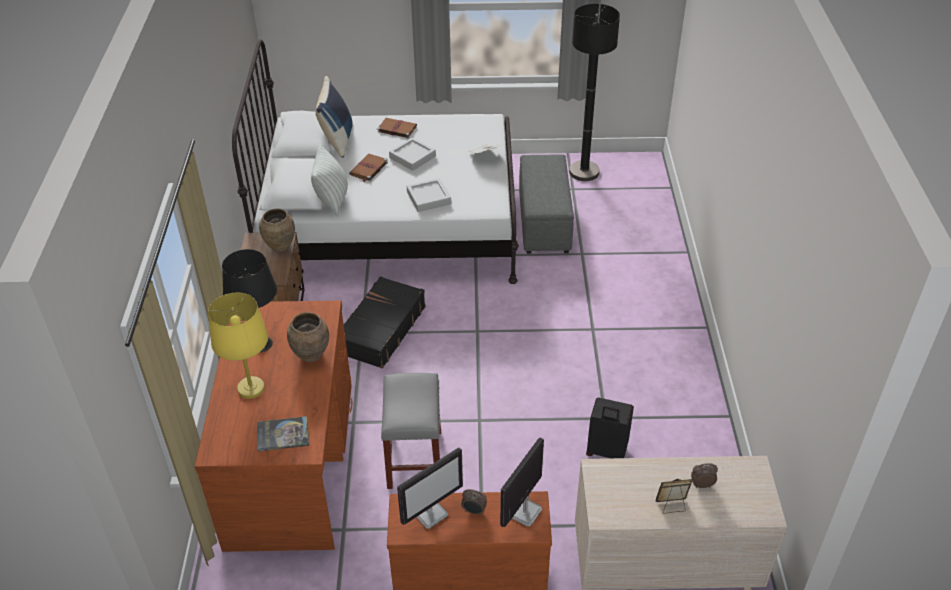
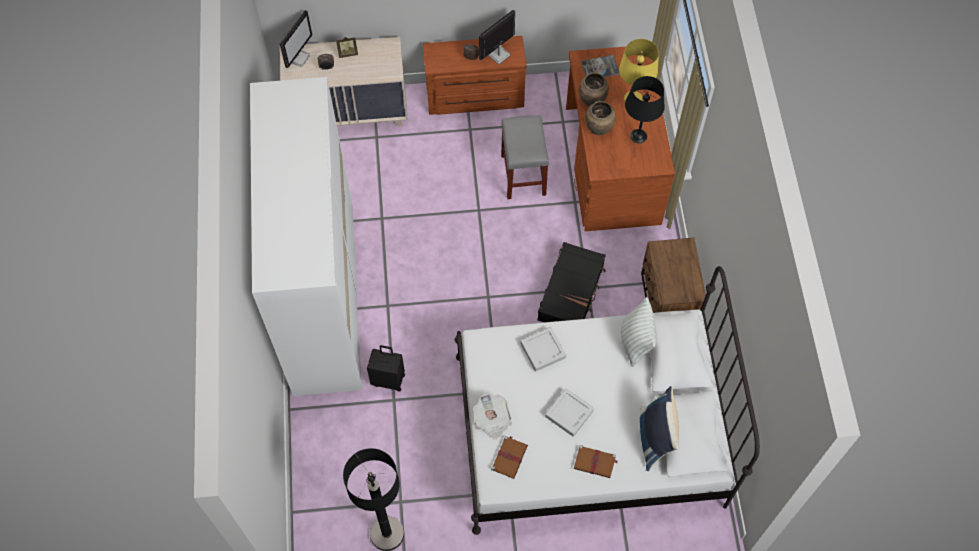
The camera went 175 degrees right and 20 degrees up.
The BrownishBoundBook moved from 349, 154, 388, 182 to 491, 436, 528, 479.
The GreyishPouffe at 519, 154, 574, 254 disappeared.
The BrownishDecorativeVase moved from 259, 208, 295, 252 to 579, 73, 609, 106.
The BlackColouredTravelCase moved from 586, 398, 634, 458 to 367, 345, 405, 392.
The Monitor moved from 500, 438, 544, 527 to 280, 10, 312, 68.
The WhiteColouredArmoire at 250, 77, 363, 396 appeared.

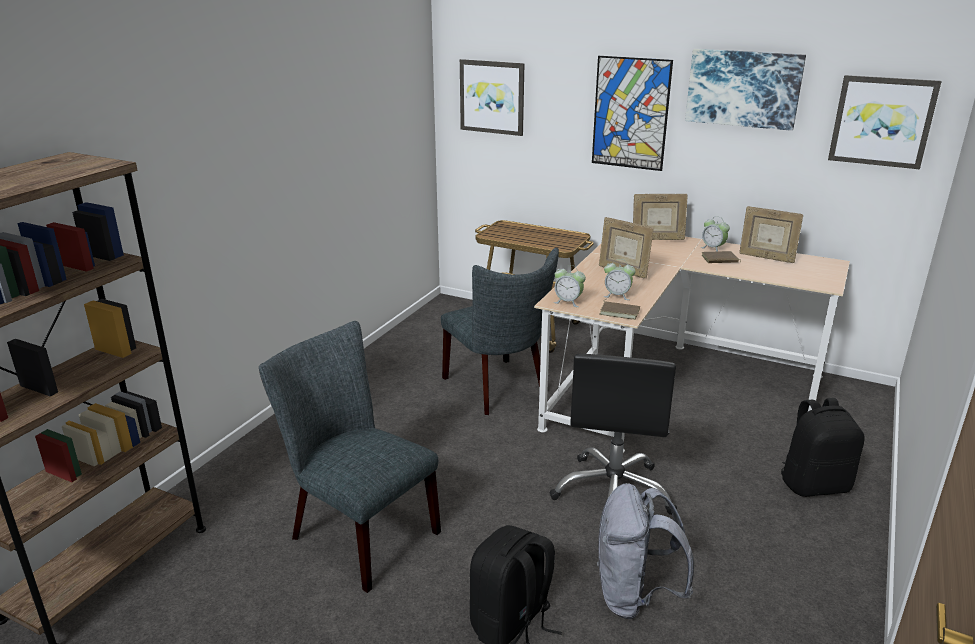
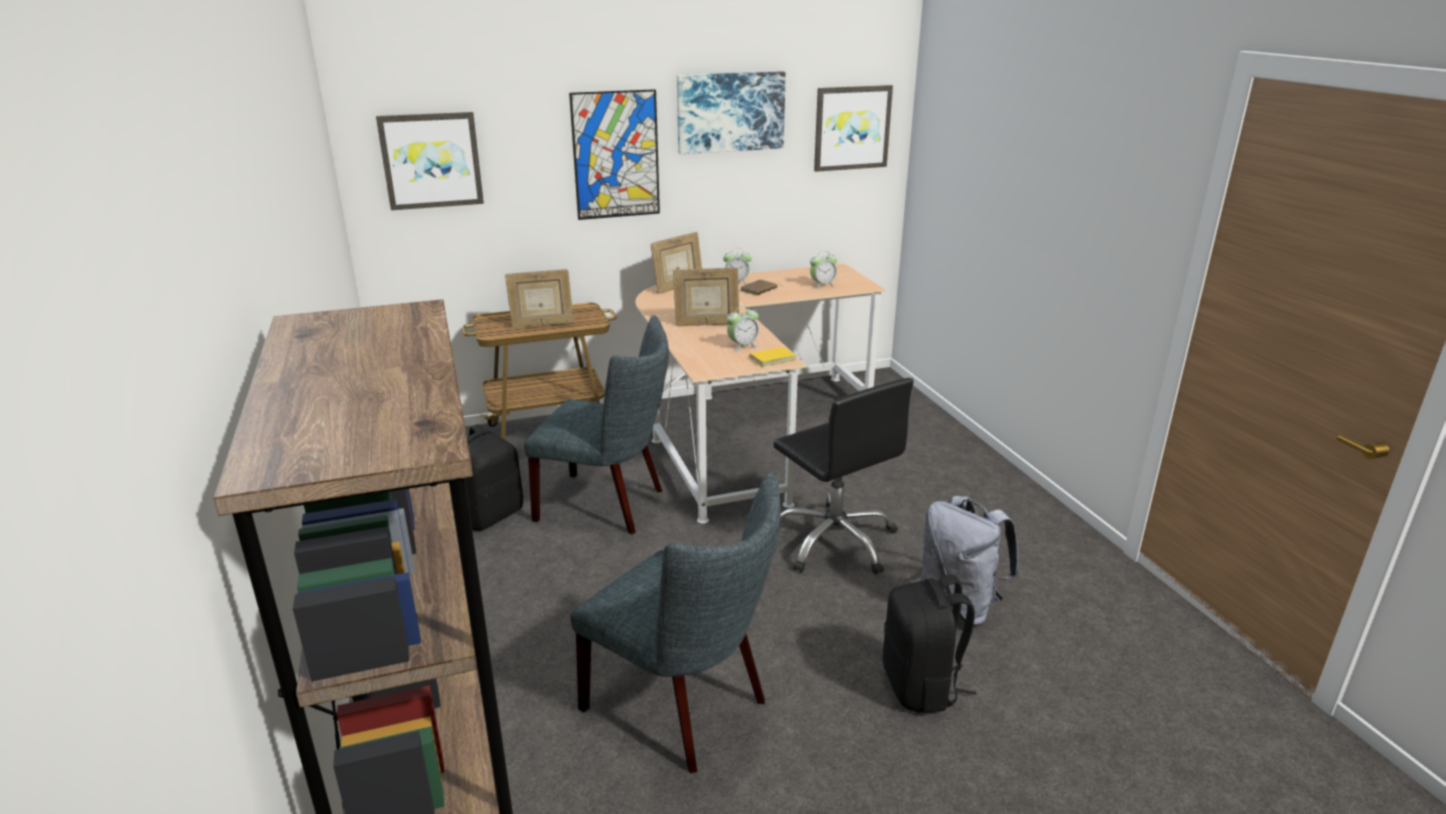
The camera went 45 degrees left and 0 degrees up.
The PhotoFrame moved from 739, 206, 803, 263 to 505, 269, 574, 328.
The BedsideClock moved from 553, 265, 586, 307 to 810, 251, 837, 289.
The BrownishBoundBook at 600, 299, 640, 320 became the YellowColouredBoundBook at 747, 347, 796, 367.
The GreyishChair at 259, 321, 441, 593 turned 135 degrees counterclockwise.
The BlackColouredRucksack moved from 781, 398, 865, 497 to 465, 424, 523, 531.

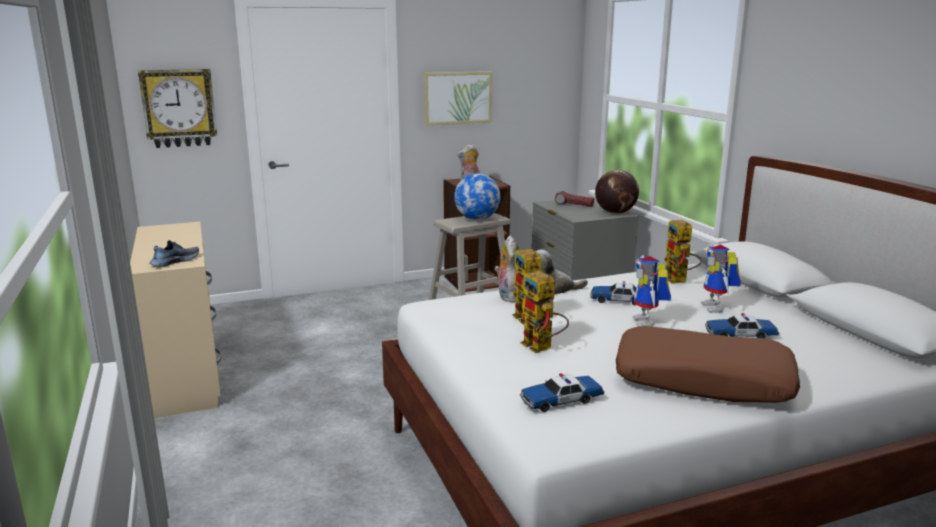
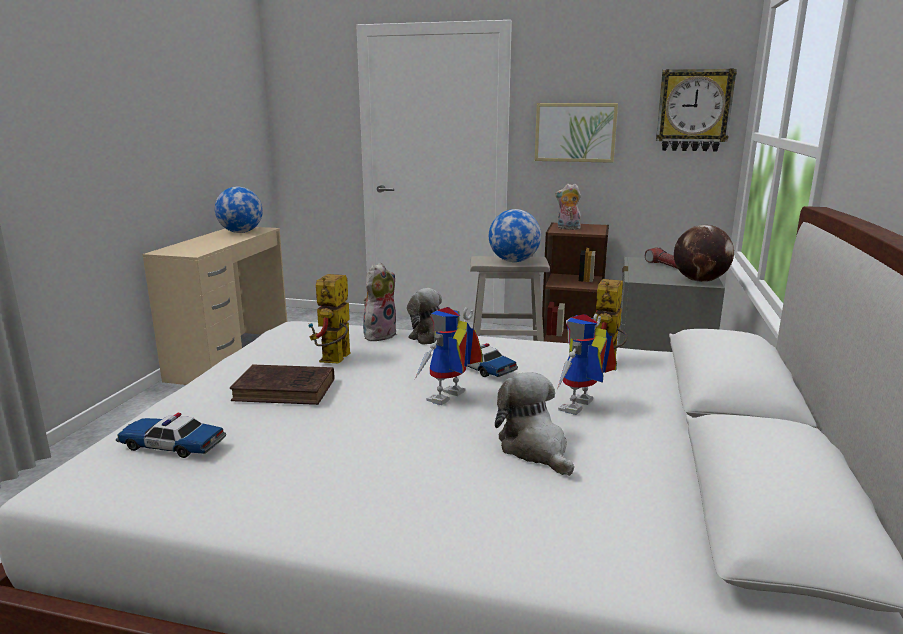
The camera went 35 degrees right and 0 degrees up.
The WallClock moved from 138, 69, 217, 148 to 656, 69, 737, 151.
The ItemOfFootwear at 149, 240, 199, 266 disappeared.
The ToyRobot at 519, 271, 569, 353 was replaced by the BrownishBoundBook at 230, 364, 334, 405.
The MiniatureCar at 705, 313, 779, 338 was replaced by the PlushToy at 495, 372, 574, 476.
The BrownishThrowPillow at 616, 326, 800, 403 disappeared.
The DeskGlobe at 215, 187, 263, 233 appeared.

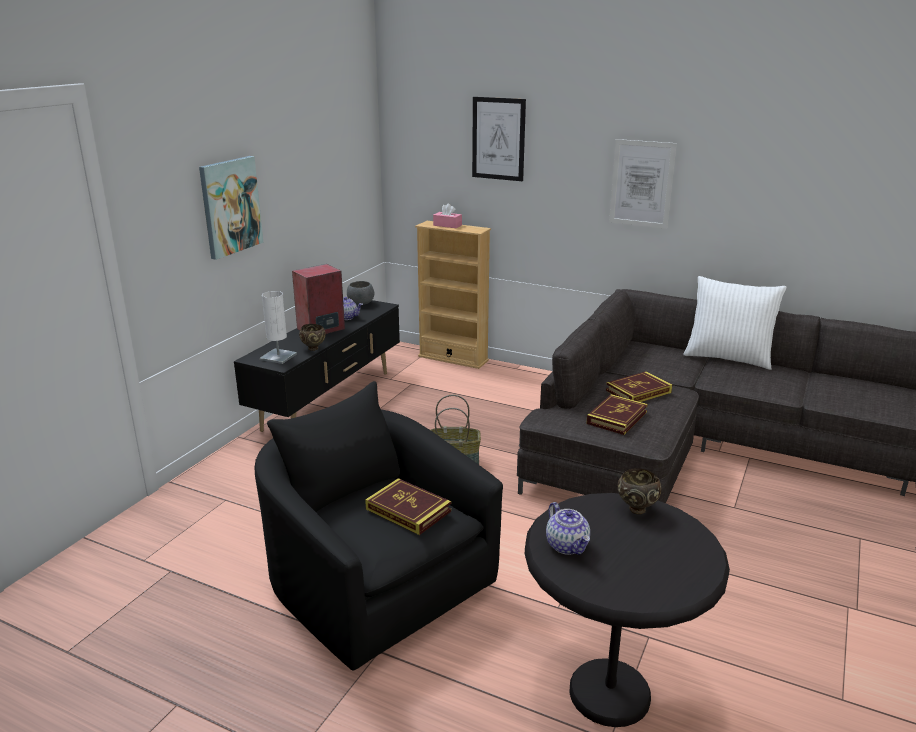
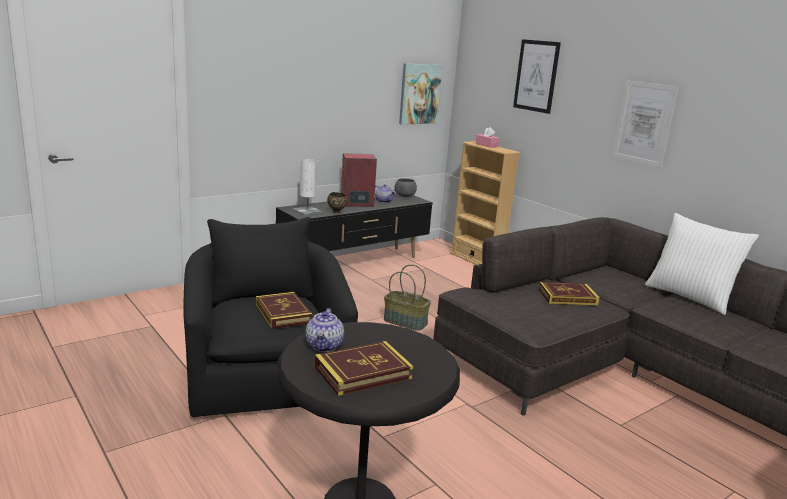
The camera went 25 degrees right and 5 degrees down.
The WallArt moved from 199, 156, 263, 260 to 399, 63, 443, 125.
The BoundBook moved from 586, 394, 648, 435 to 314, 341, 413, 396.
The BrownishDeepDish at 618, 468, 661, 515 disappeared.

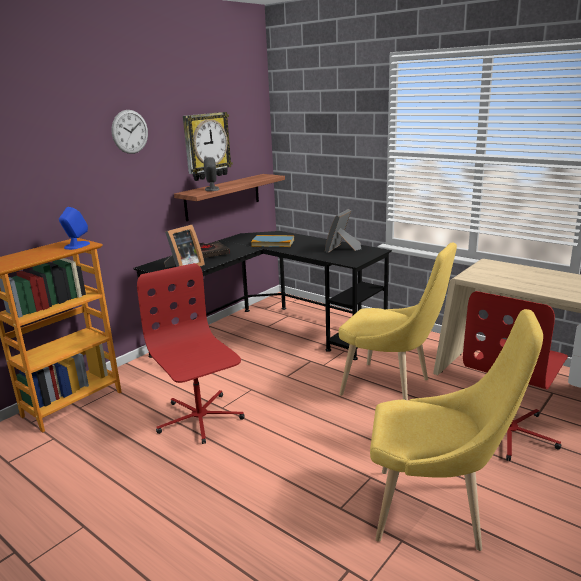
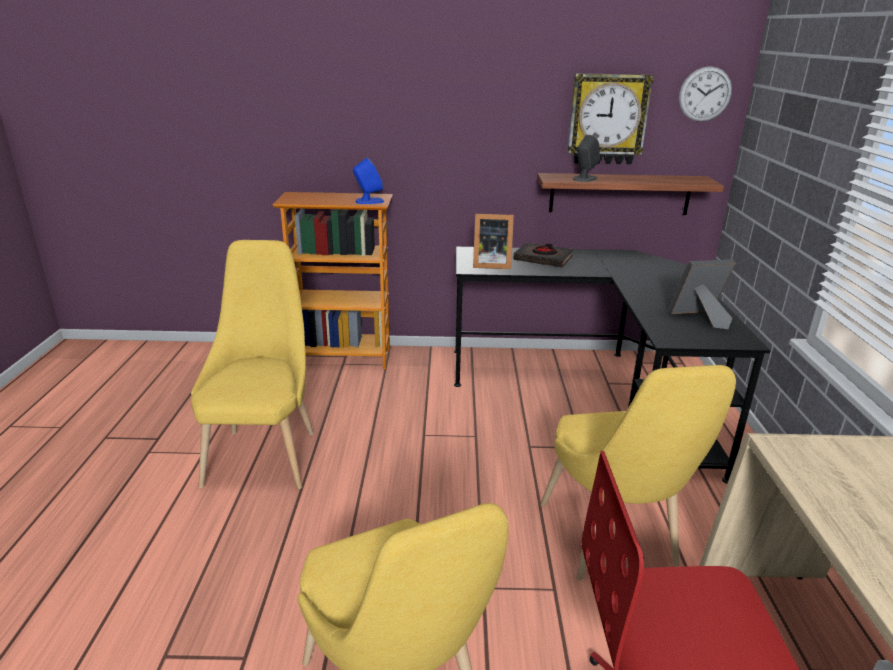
The camera went 50 degrees right and 5 degrees up.
The WallClock moved from 111, 110, 148, 154 to 679, 66, 732, 122.
The BoundBook at 251, 235, 294, 247 disappeared.
The RedComputerChair at 137, 263, 245, 444 disappeared.
The YellowColouredChair at 191, 240, 314, 489 appeared.

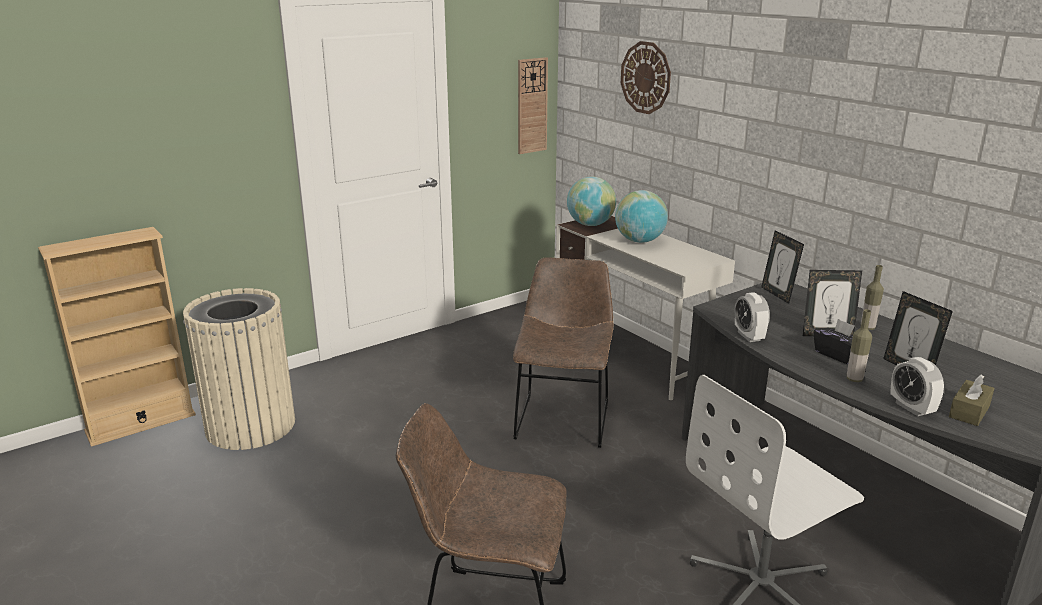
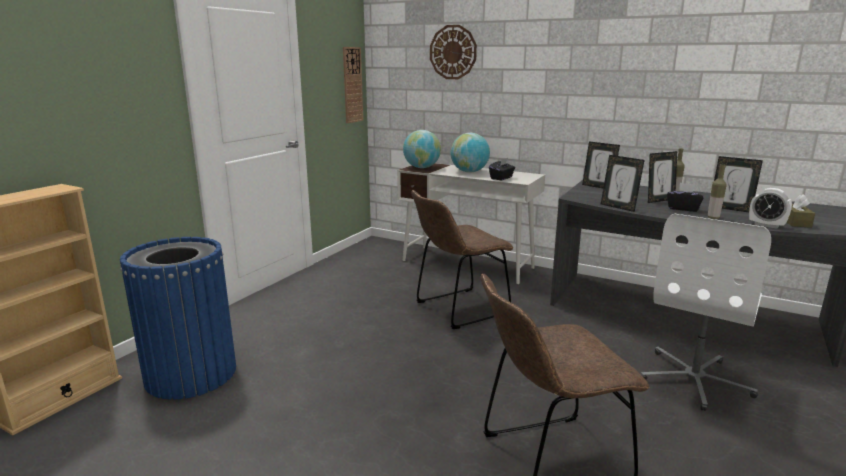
The camera went 25 degrees left and 5 degrees down.
The BrownishChair at 513, 257, 613, 448 turned 105 degrees counterclockwise.
The BeigeColouredRubbishBin at 183, 288, 295, 450 became the BlueColouredRubbishBin at 120, 237, 236, 400.
The BedsideClock at 734, 293, 770, 342 was replaced by the PhotoFrame at 601, 155, 645, 212.
The BlackColouredTissueHolder at 489, 158, 515, 181 appeared.

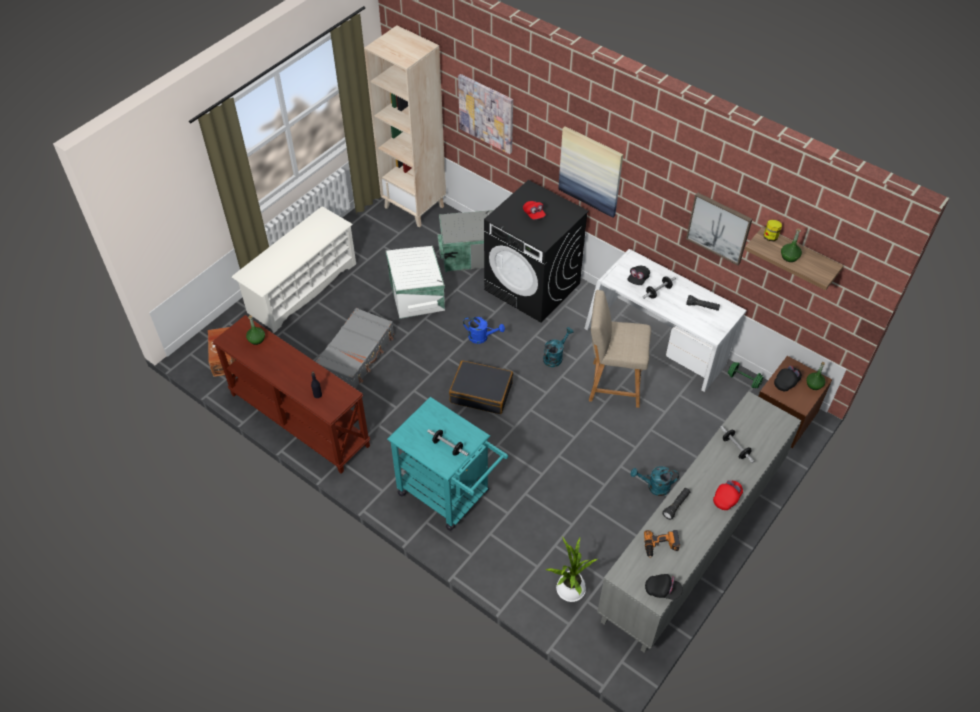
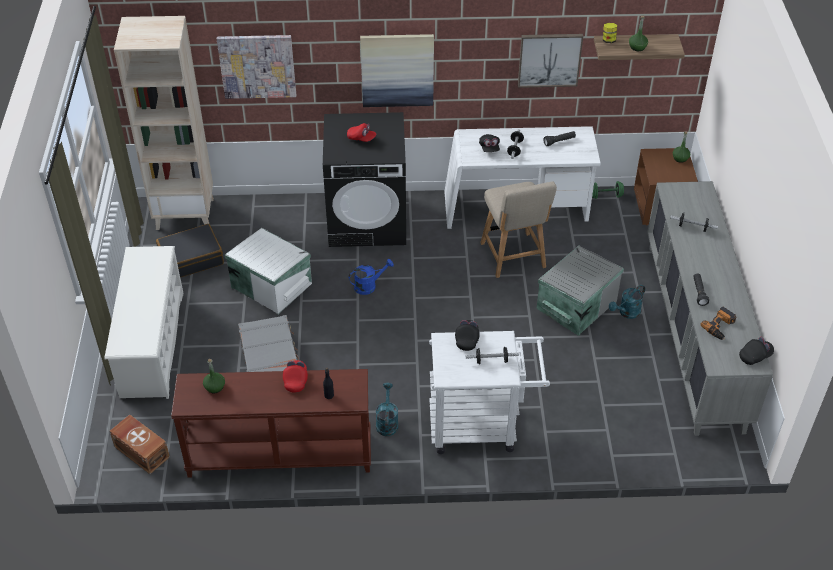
The camera went 40 degrees left and 5 degrees down.
The GreyishStorageContainer moved from 437, 210, 493, 272 to 537, 246, 624, 336.
The BeigeColouredChair at 589, 290, 651, 408 turned 75 degrees counterclockwise.
The TurquoiseColouredWateringPot moved from 543, 327, 574, 367 to 376, 383, 398, 436.
The BlackColouredTravelCase moved from 449, 360, 513, 414 to 156, 224, 224, 278.
The BlackColouredPeakedCap moved from 774, 366, 802, 391 to 455, 320, 480, 351.
The TurquoiseColouredWheeledCart at 387, 397, 508, 531 became the WhiteColouredWheeledCart at 429, 331, 550, 454.
The RedPeakedCap moved from 713, 480, 743, 510 to 283, 360, 308, 392.
The PottedPlant at 545, 537, 598, 602 disappeared.

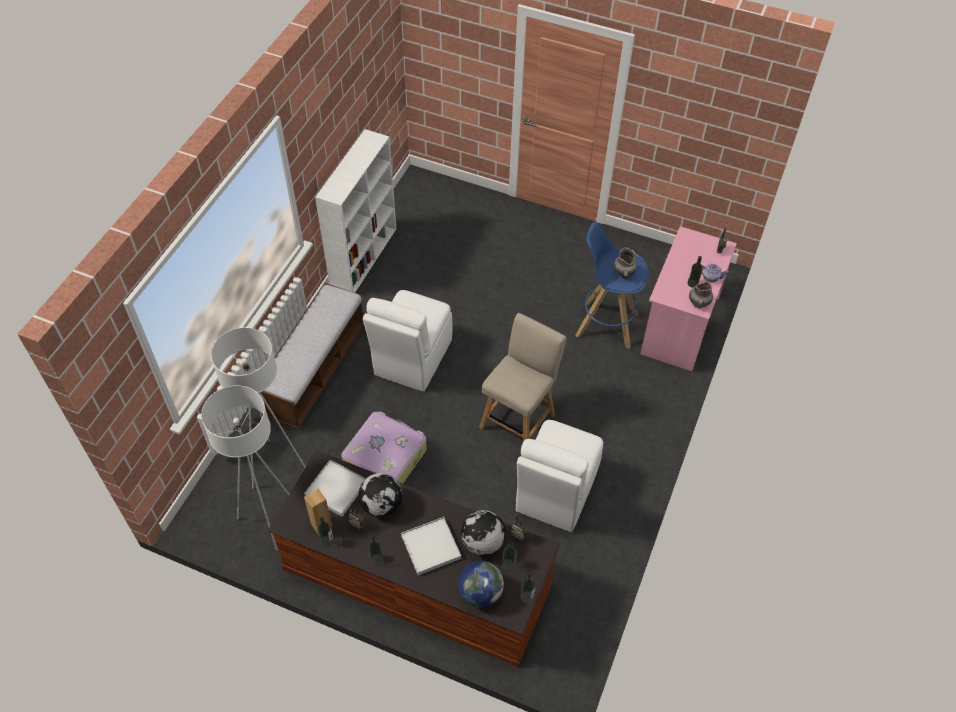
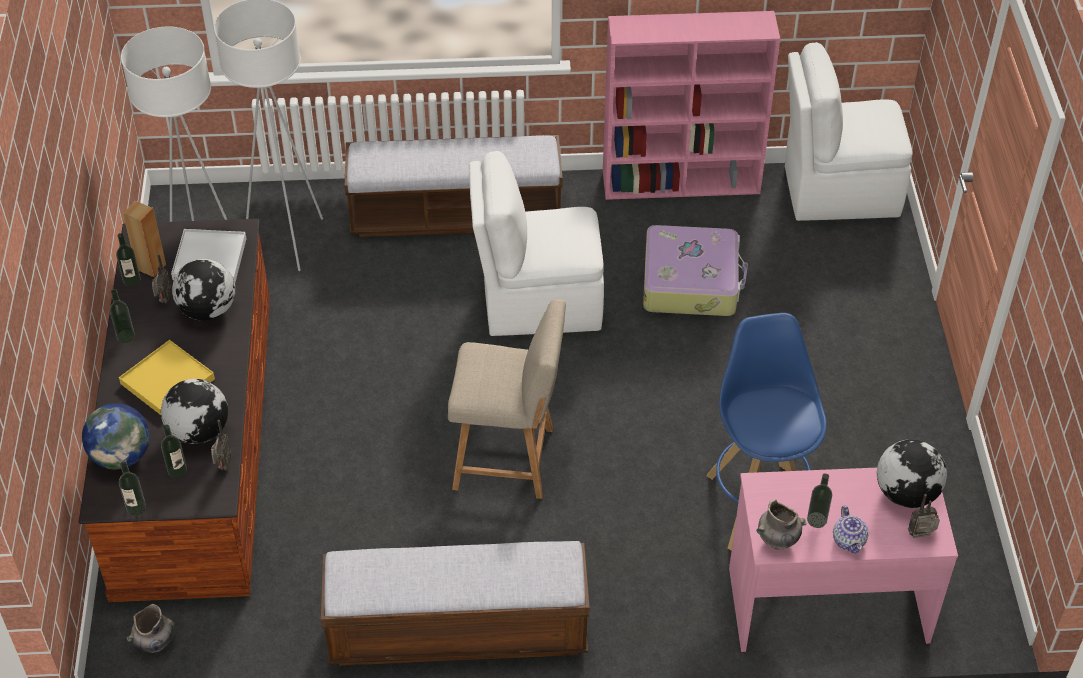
The camera went 65 degrees right and 5 degrees down.
The WhiteColouredShelvingUnit at 315, 129, 396, 293 became the PinkShelvingUnit at 603, 11, 780, 200.
The GreyishDecorativeVase moved from 613, 247, 637, 278 to 127, 604, 175, 653.
The TravelCase moved from 341, 411, 427, 483 to 643, 225, 748, 316.
The WhiteColouredChair moved from 516, 420, 603, 532 to 785, 42, 913, 221.
The WhiteColouredCarryingTray at 401, 517, 461, 575 became the YellowColouredCarryingTray at 119, 340, 215, 415.
The DeskGlobe at 877, 439, 947, 508 appeared.
The LongSeat at 321, 541, 590, 666 appeared.

